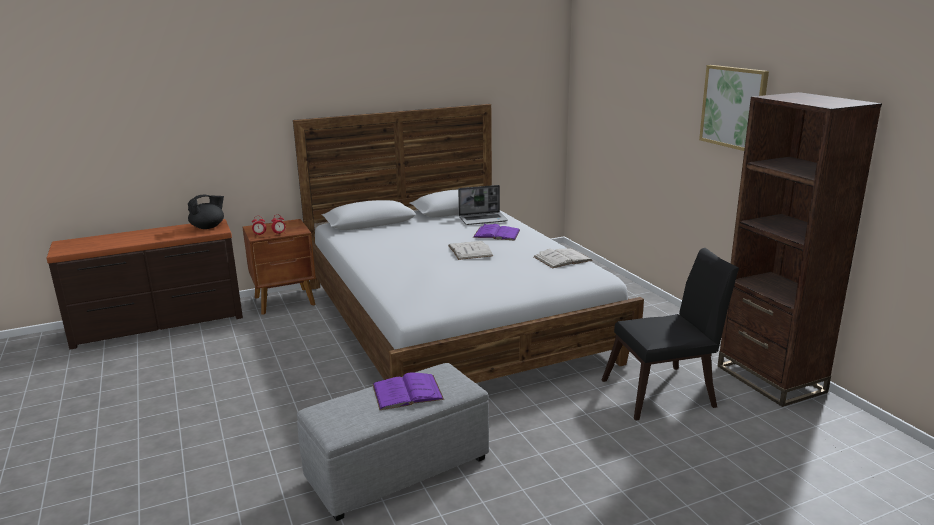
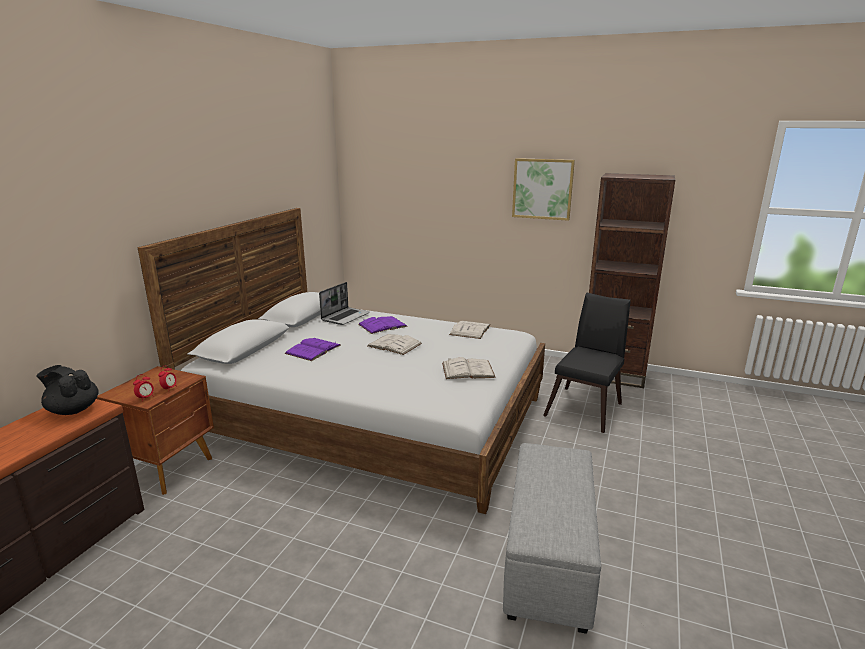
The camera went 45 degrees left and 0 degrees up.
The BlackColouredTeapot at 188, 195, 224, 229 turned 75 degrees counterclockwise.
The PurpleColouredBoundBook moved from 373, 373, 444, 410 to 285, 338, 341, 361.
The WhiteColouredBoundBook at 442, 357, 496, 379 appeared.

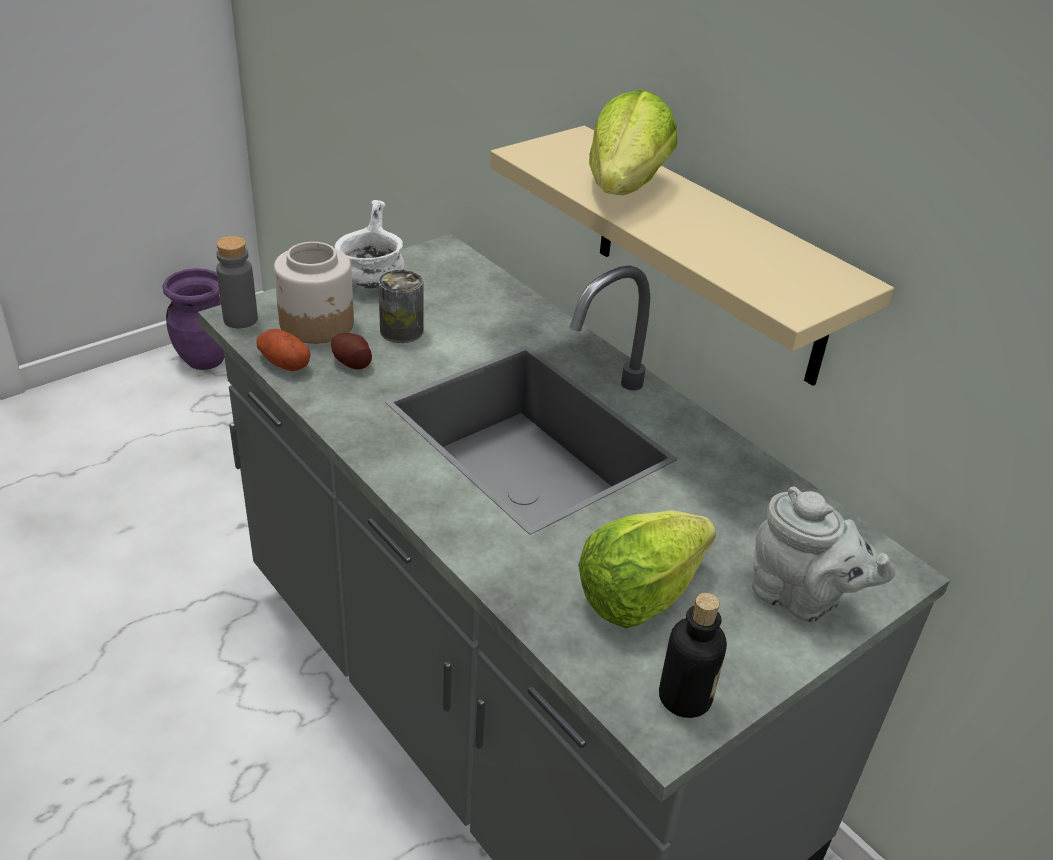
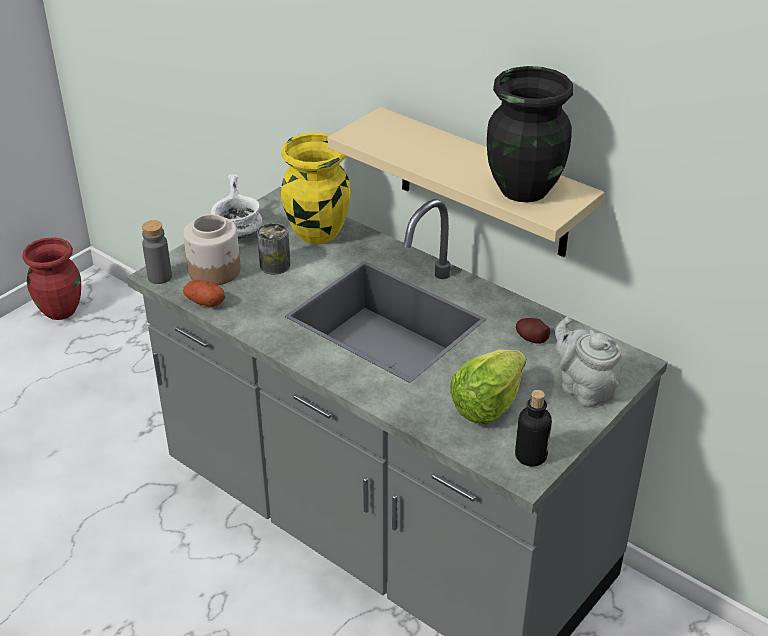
The camera went 10 degrees left and 0 degrees up.
The HeadOfLettuce at 589, 89, 677, 195 disappeared.
The PurpleColouredDecorativeVase at 162, 268, 224, 370 became the RedDecorativeVase at 22, 237, 81, 320.
The Spud moved from 331, 333, 372, 370 to 516, 318, 550, 344.
The GreyishTeapot at 752, 486, 896, 622 turned 150 degrees counterclockwise.
The BlackColouredDecorativeVase at 487, 66, 573, 202 appeared.
The YellowColouredDecorativeVase at 281, 133, 351, 244 appeared.

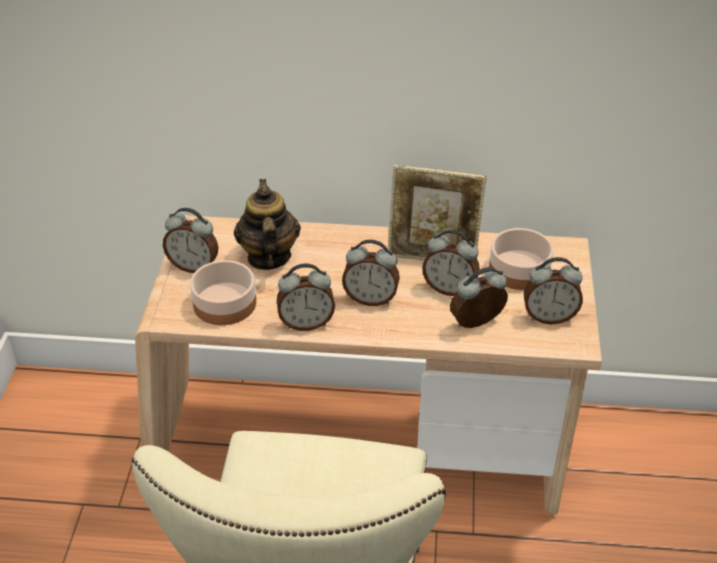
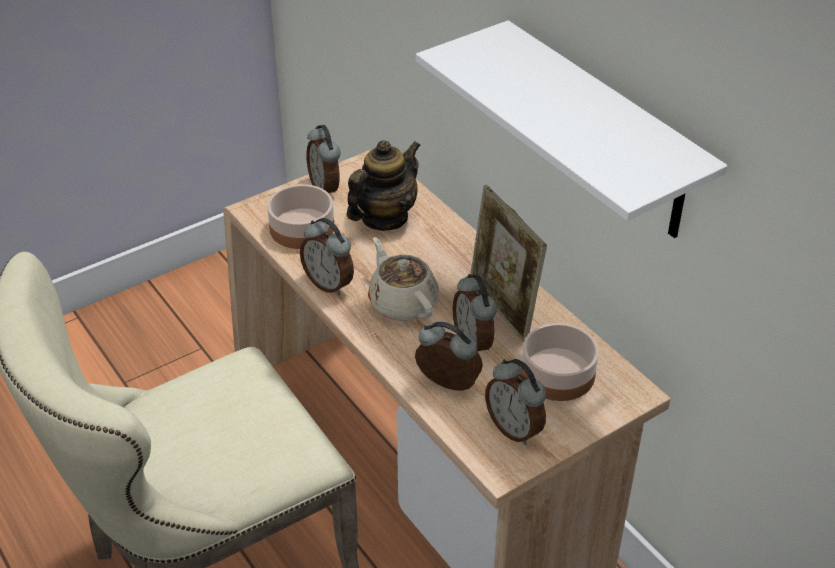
The camera went 50 degrees right and 0 degrees up.
The BedsideClock at 342, 240, 400, 306 was replaced by the BeigeColouredTeapot at 368, 237, 439, 321.
The WhiteColouredShelf at 416, 20, 728, 238 appeared.

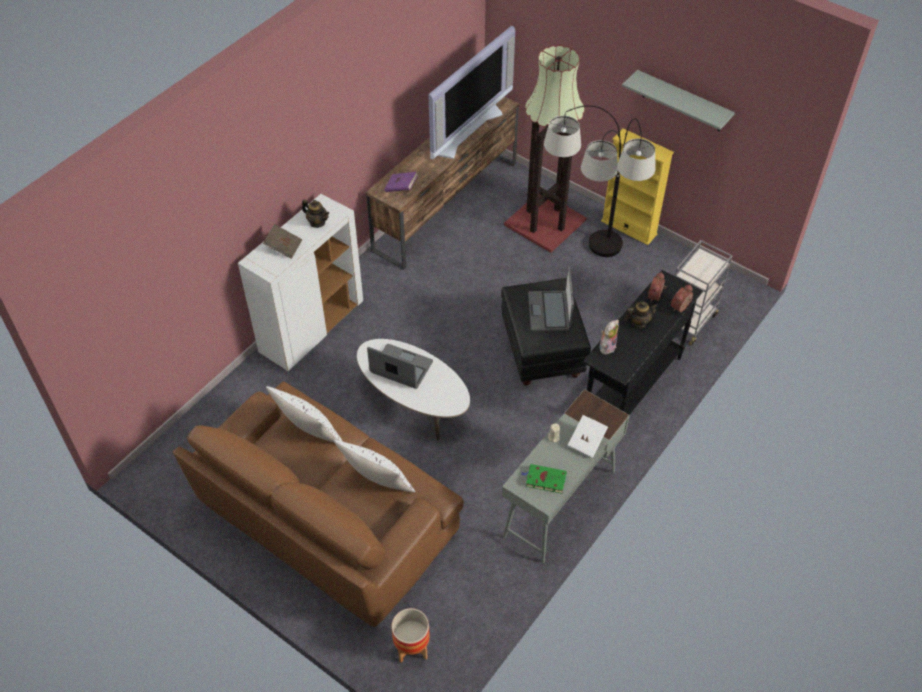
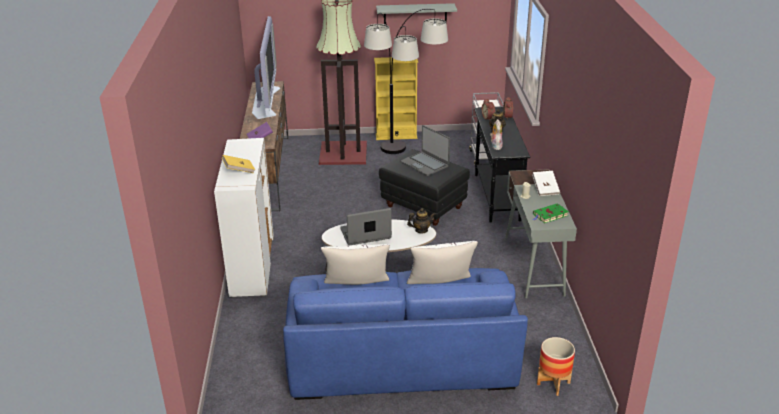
The camera went 40 degrees left and 20 degrees down.
The Teapot moved from 302, 199, 329, 228 to 407, 208, 436, 234.
The BrownishBoundBook at 263, 224, 303, 259 became the YellowColouredBoundBook at 222, 155, 255, 173.
The BrownishCouch at 173, 381, 464, 627 became the BlueColouredCouch at 283, 268, 528, 400.

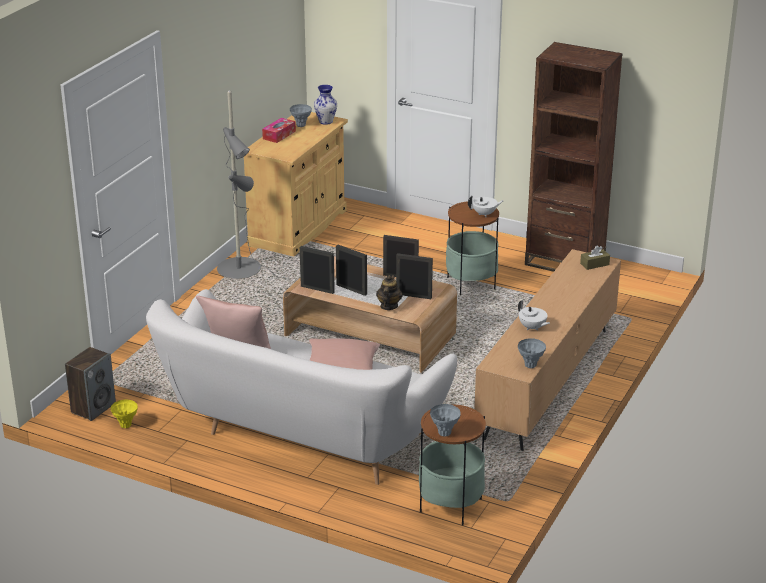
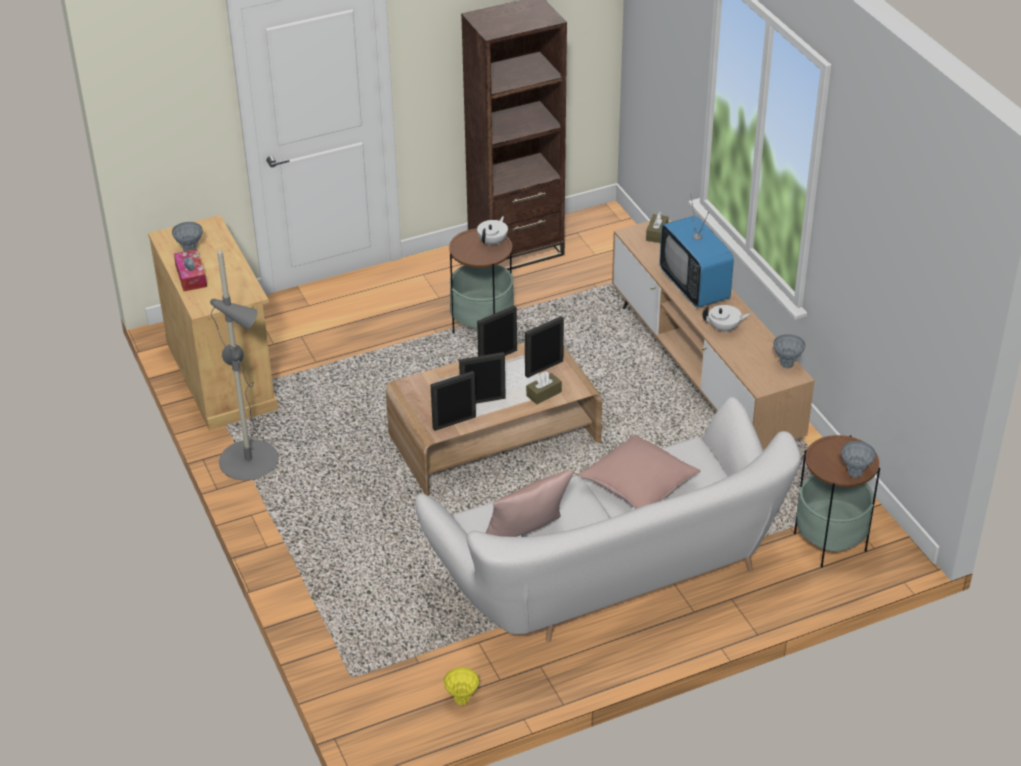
The camera went 50 degrees left and 10 degrees up.
The DecorativeVase at 314, 85, 337, 125 disappeared.
The Teapot at 376, 275, 402, 310 was replaced by the BrownishTissueHolder at 526, 372, 562, 404.
The Speaker at 65, 347, 116, 421 disappeared.
The TvSet at 659, 194, 734, 308 appeared.

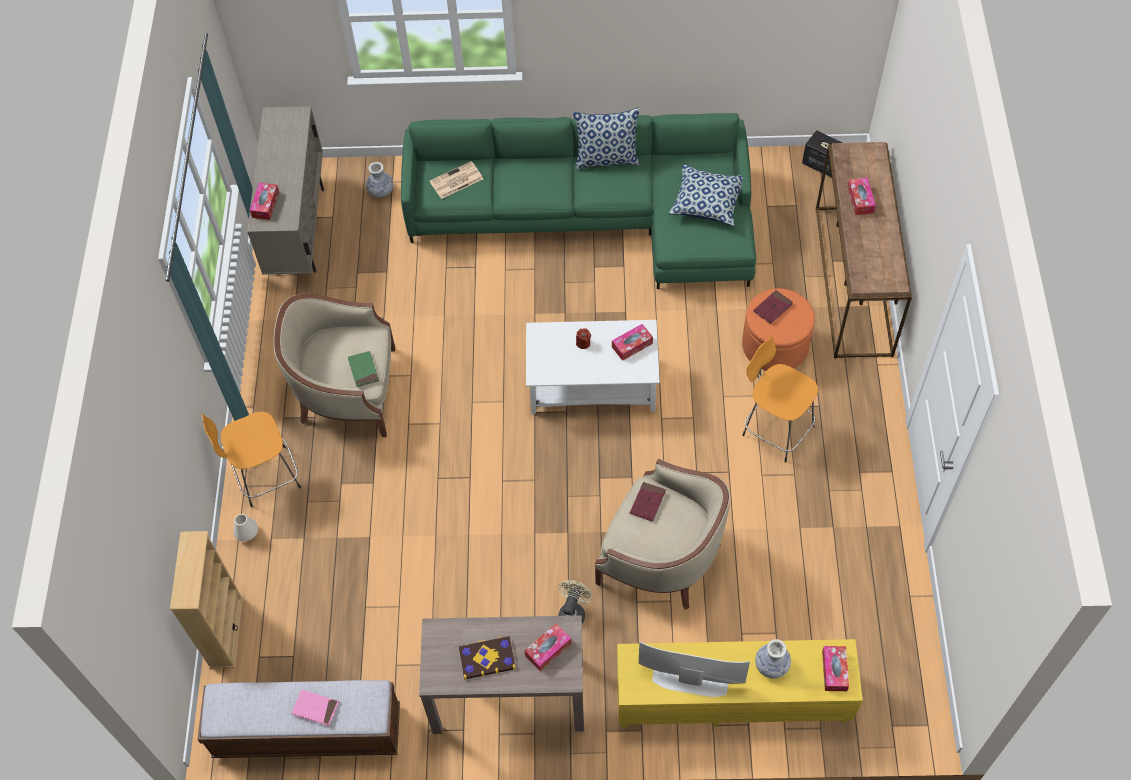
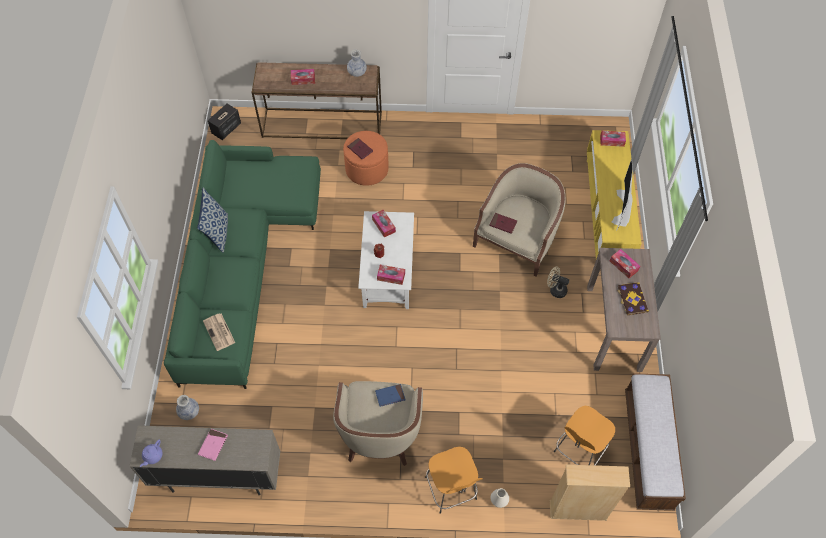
The camera went 90 degrees left and 0 degrees up.
The ThrowPillow at 669, 164, 742, 226 disappeared.
The TissueHolder moved from 250, 183, 279, 220 to 377, 265, 405, 285.
The OrangeSittingStool moved from 742, 337, 818, 462 to 554, 406, 615, 465.
The GreenColouredBoundBook at 348, 351, 379, 387 became the BlueColouredBoundBook at 375, 384, 405, 407.
The DecorativeVase moved from 755, 639, 791, 679 to 347, 49, 367, 77.
The PinkBoundBook moved from 292, 690, 339, 726 to 198, 429, 228, 461.
The PurpleColouredTeapot at 140, 439, 163, 467 appeared.

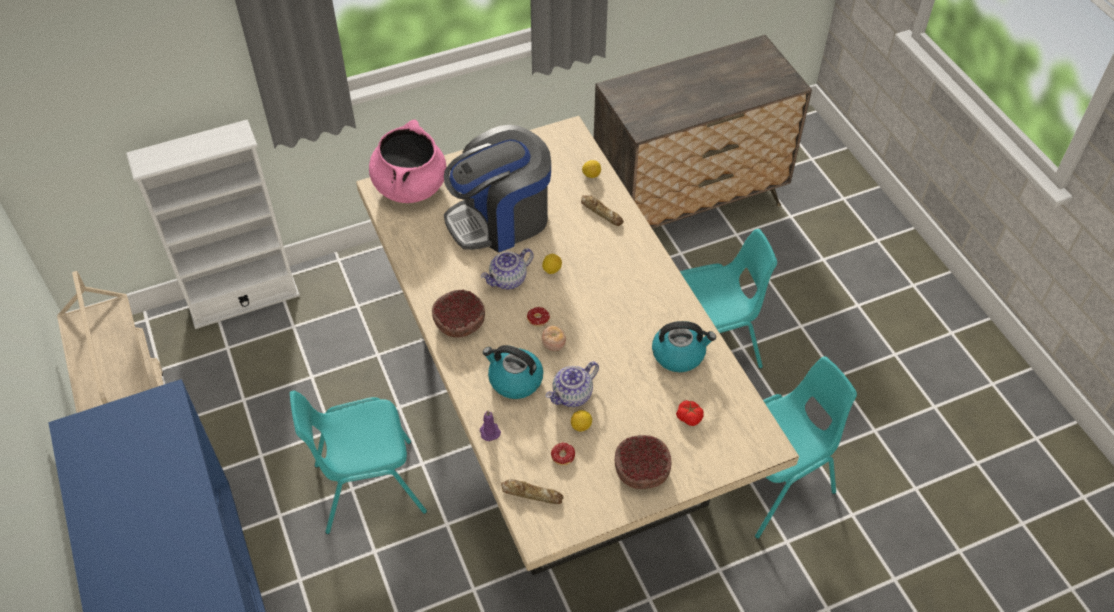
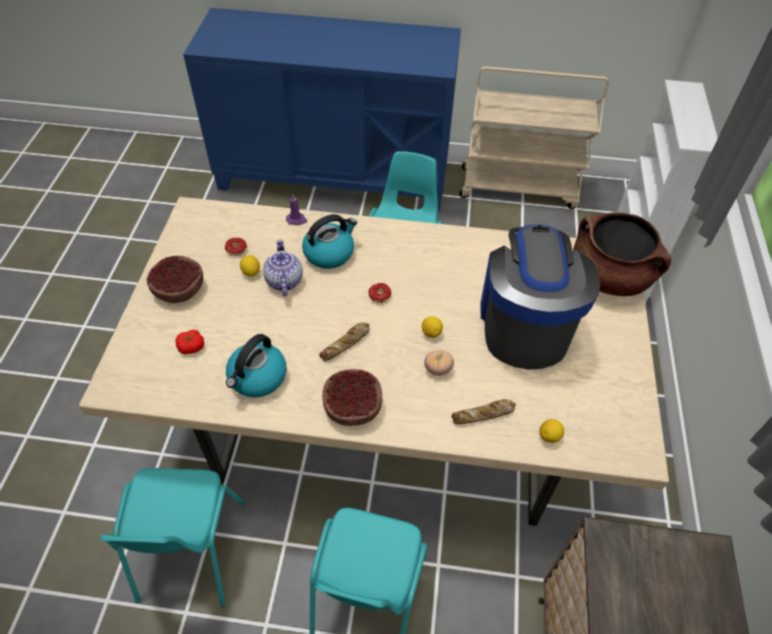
The camera went 120 degrees right and 0 degrees up.
The PinkStockpot at 369, 119, 446, 203 became the BrownishStockpot at 573, 212, 671, 296.
The Teapot at 481, 248, 534, 289 disappeared.
The DeepDish moved from 432, 290, 485, 338 to 322, 369, 382, 426.
The FreshTomato moved from 542, 325, 566, 351 to 424, 350, 454, 376.
The BakeryBread moved from 501, 479, 563, 504 to 319, 322, 370, 362.

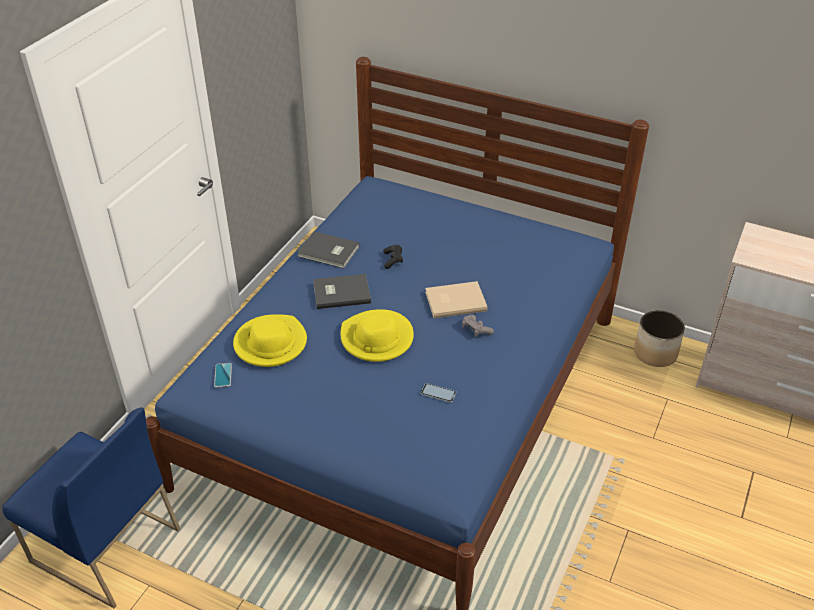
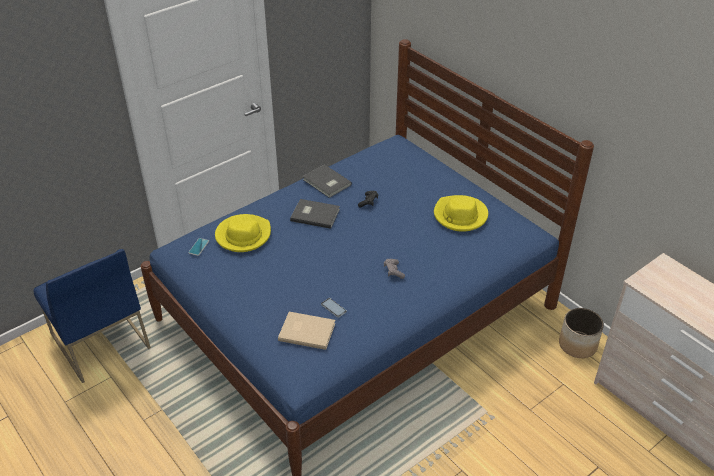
The camera went 25 degrees right and 0 degrees up.
The BeigeColouredBoundBook moved from 425, 281, 488, 318 to 278, 312, 335, 350.
The YellowColouredWearableHat moved from 340, 309, 414, 362 to 434, 195, 488, 232.

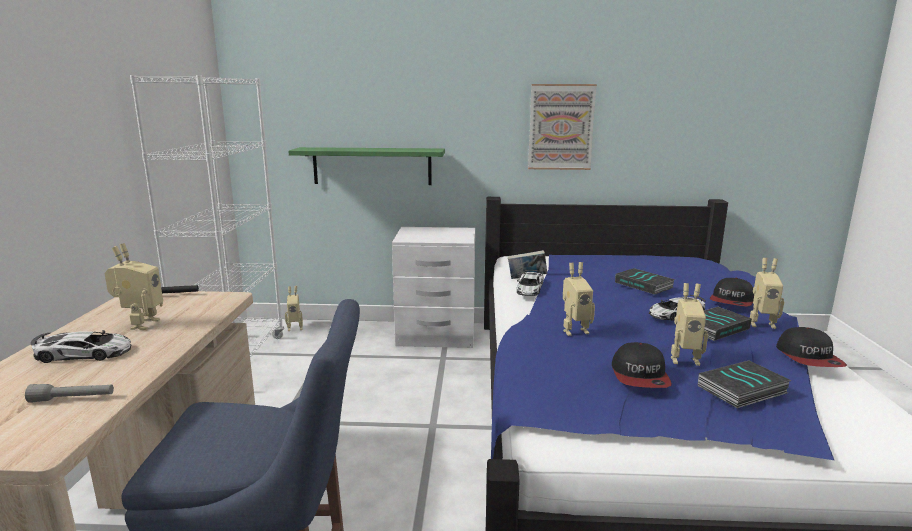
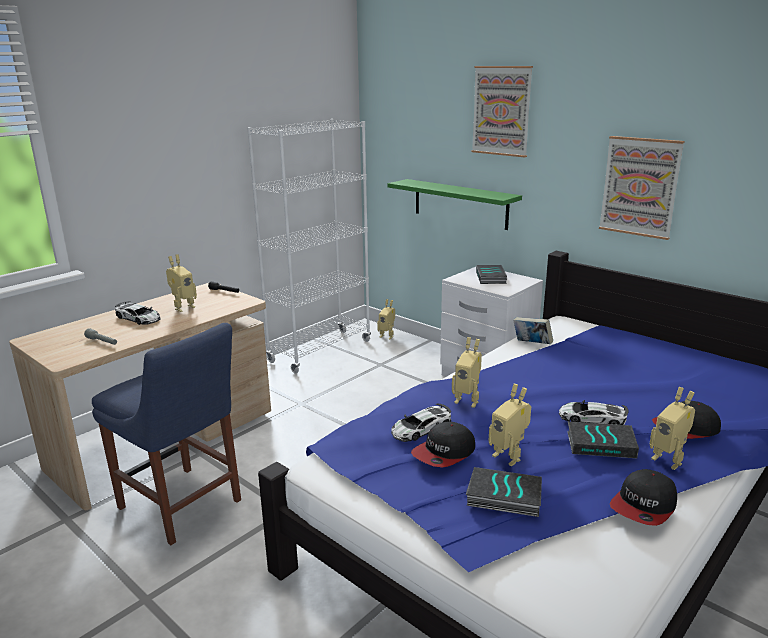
The camera went 40 degrees right and 5 degrees up.
The BoundBook moved from 615, 268, 675, 295 to 476, 265, 507, 284.
The MiniatureCar moved from 517, 270, 544, 296 to 391, 403, 451, 442.
The WallArt at 471, 66, 533, 158 appeared.

